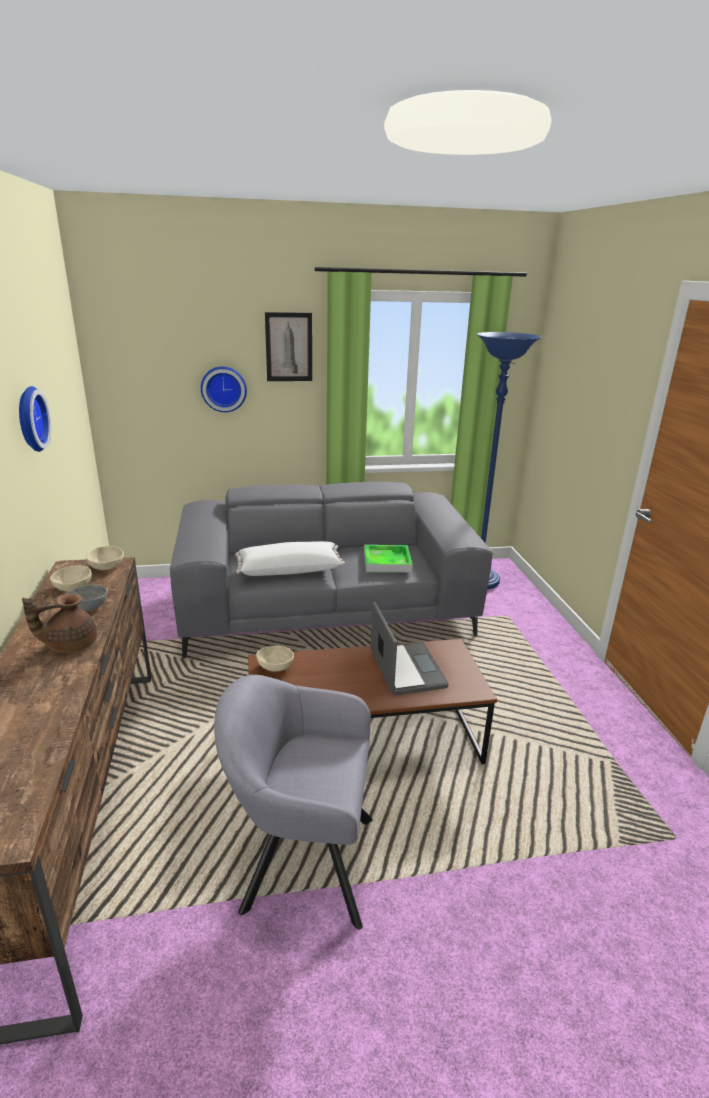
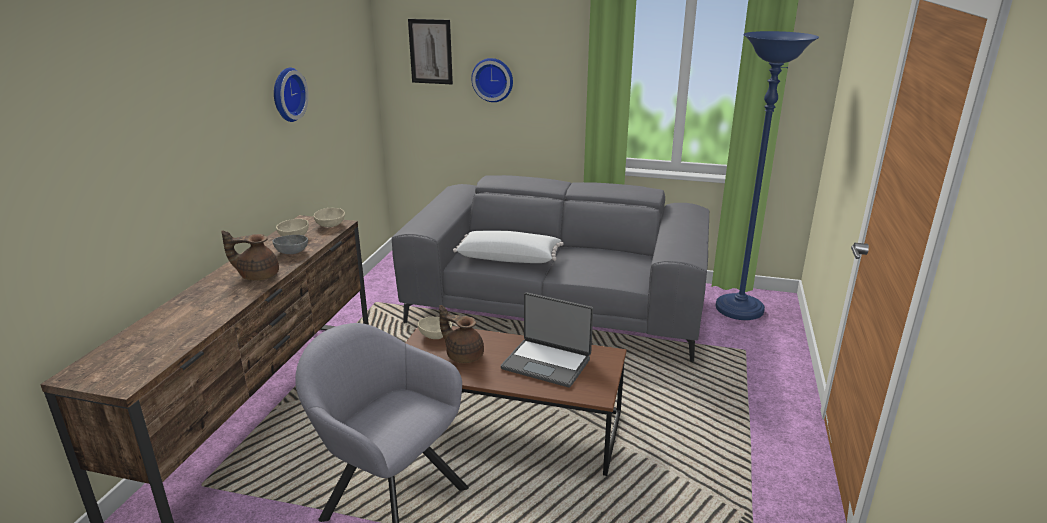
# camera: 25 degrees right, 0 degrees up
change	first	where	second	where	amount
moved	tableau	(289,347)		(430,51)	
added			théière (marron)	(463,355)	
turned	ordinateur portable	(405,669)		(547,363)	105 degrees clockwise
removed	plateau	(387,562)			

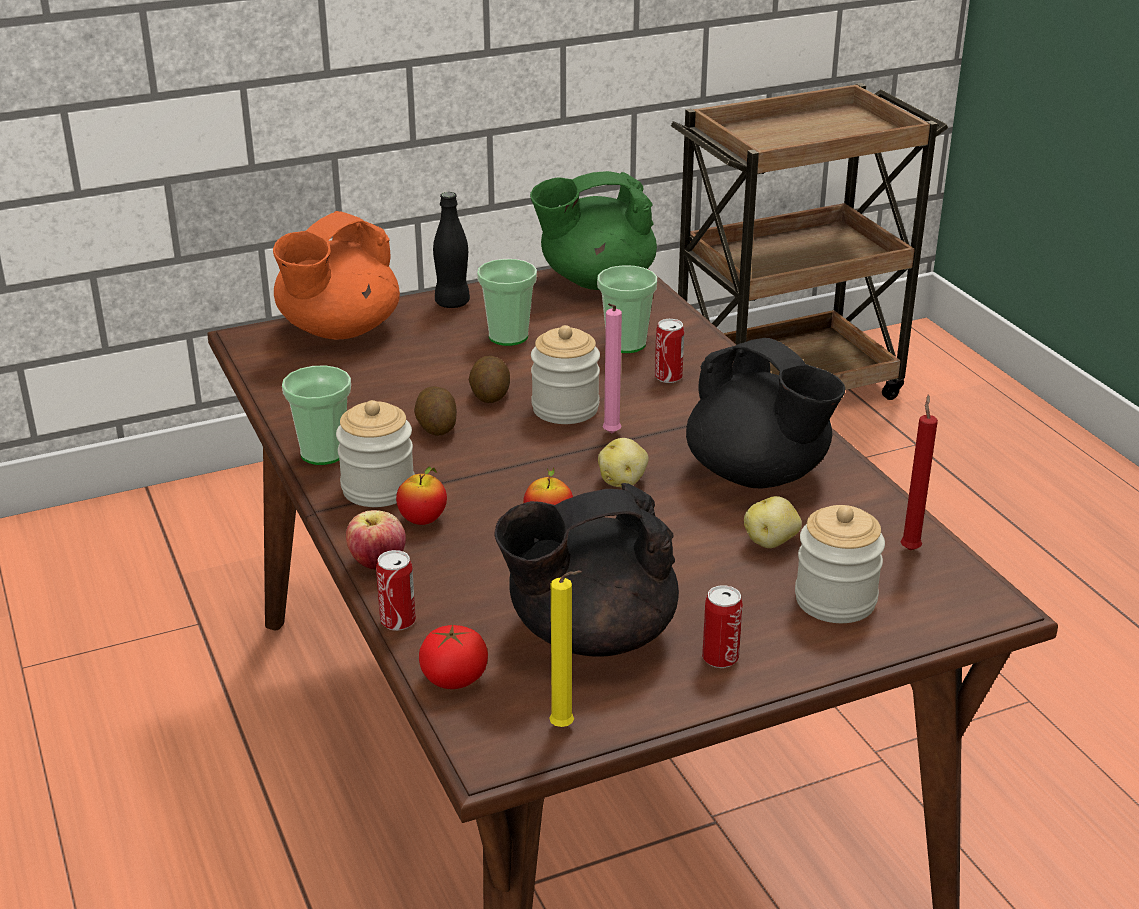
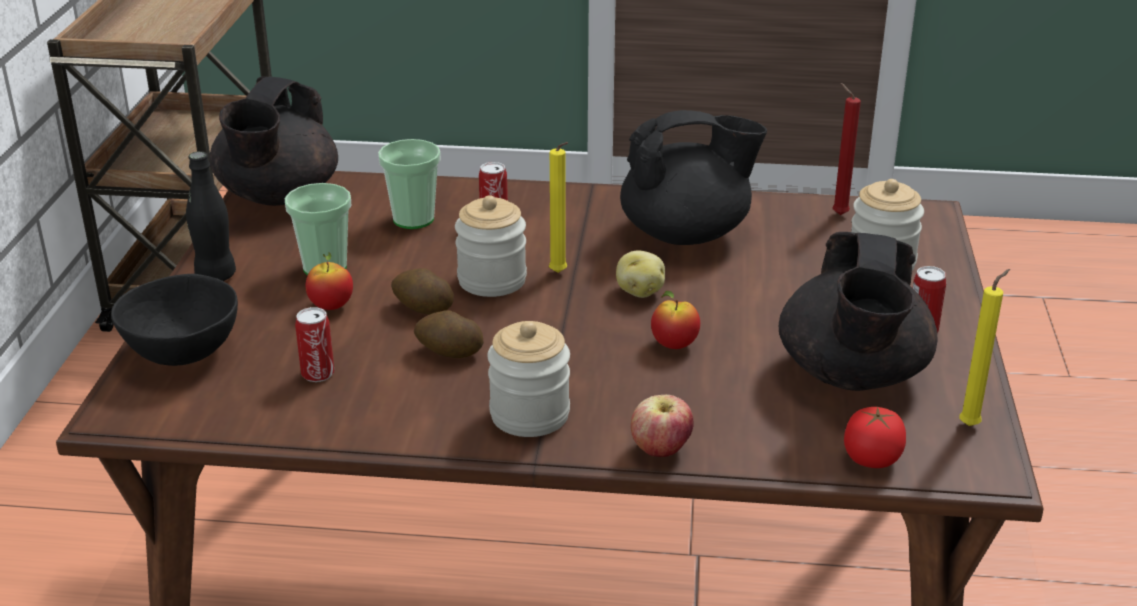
# camera: 60 degrees left, 0 degrees up
change	first	where	second	where	amount
replaced	théière (orange)	(338,330)	bol (noir)	(181,354)	
recoloured	théière (vert)	(595,281)	théière (noir)	(277,196)	
moved	boîte métallique	(398,621)		(318,374)	
moved	pomme	(423,520)		(331,306)	
recoloured	bougie (rose)	(610,435)	bougie (jaune)	(559,274)	
removed	tasse	(323,453)			
removed	pomme de terre	(771,541)			

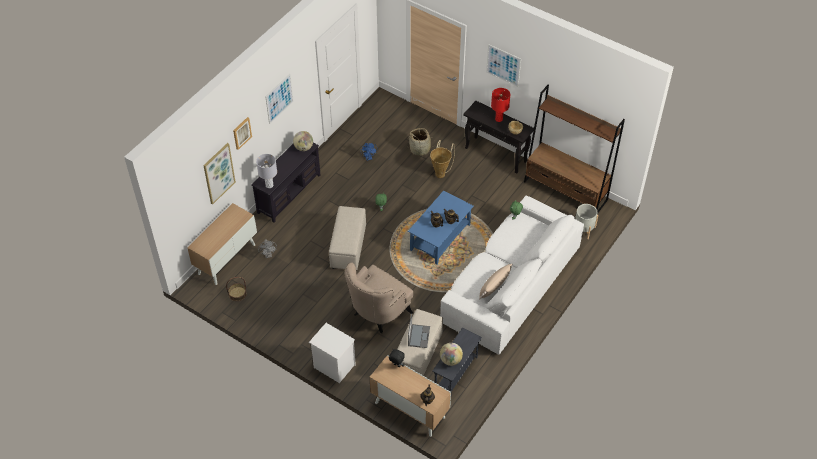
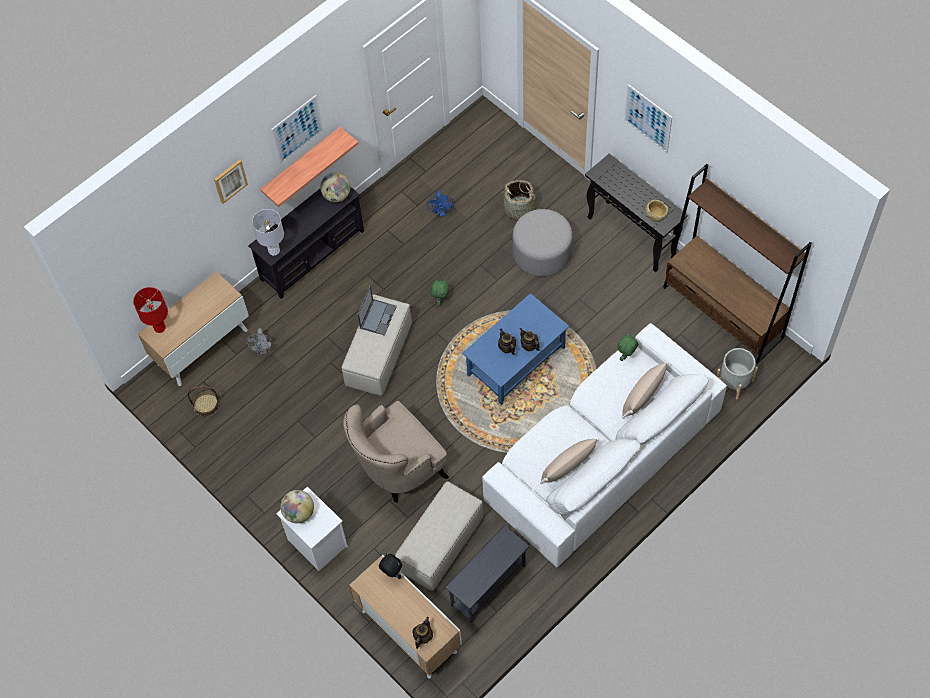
# camera: 15 degrees right, 10 degrees up
change	first	where	second	where	amount
moved	lampe de table (rouge)	(499,119)		(159,327)	
added			étagère	(302,164)	
moved	globe	(450,360)		(299,513)	
moved	ordinateur portable	(418,336)		(378,316)	
replaced	panier	(441,173)	pouf (gris)	(542,254)	
added			coussin (beige)	(643,395)	
removed	tableau	(218,173)			

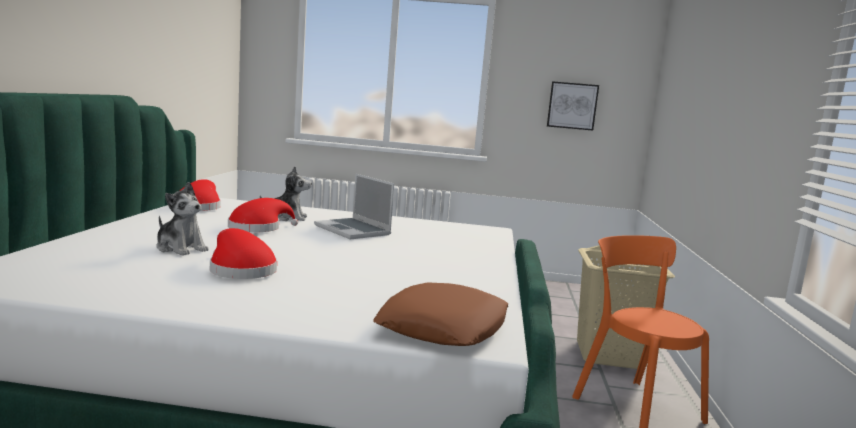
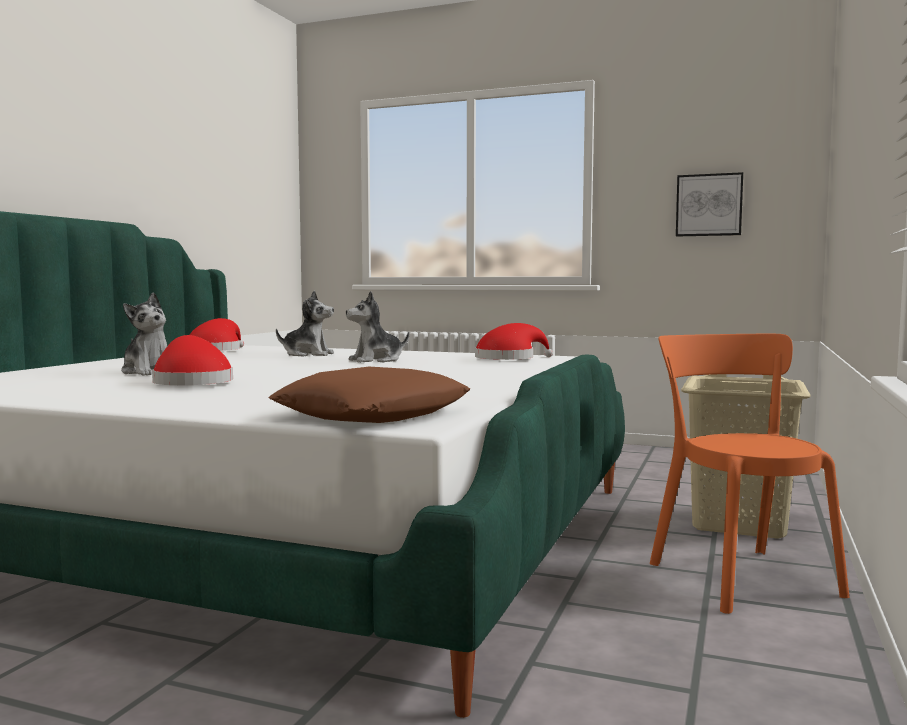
# camera: 15 degrees right, 5 degrees down
change	first	where	second	where	amount
replaced	ordinateur portable	(353,230)	peluche	(376,360)	
moved	chapeau (rouge)	(258,228)		(509,359)	

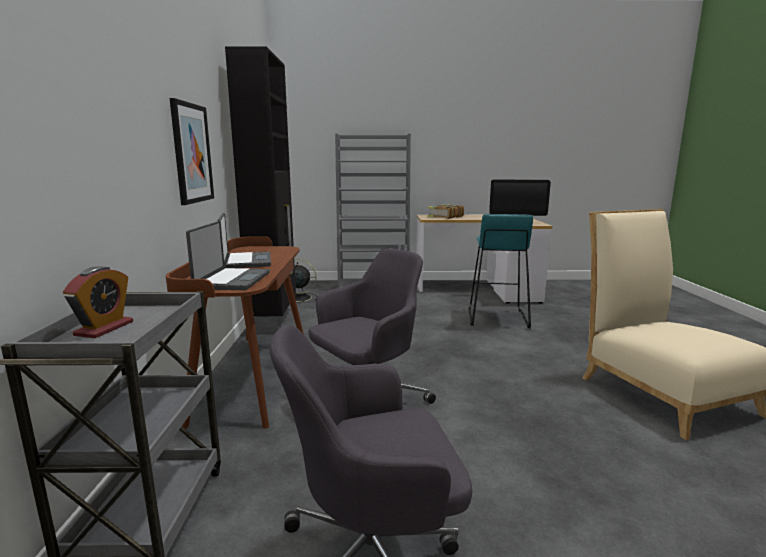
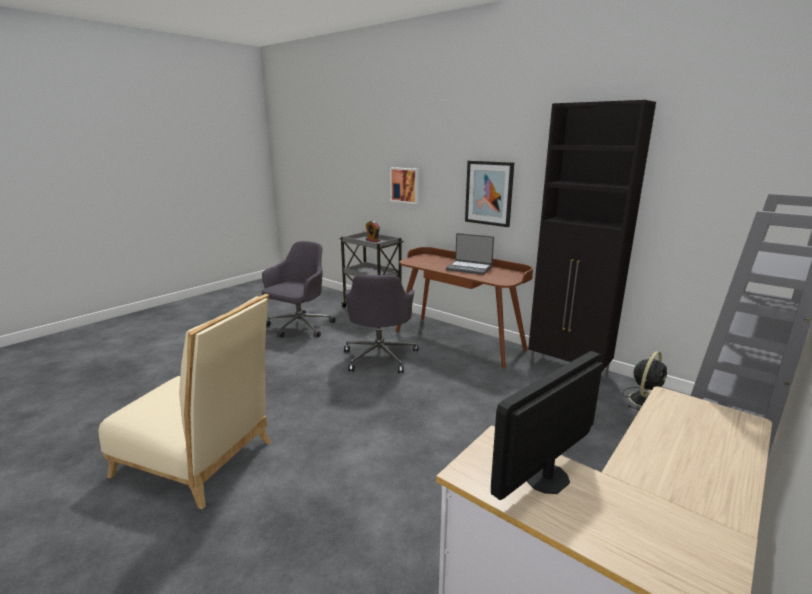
# camera: 130 degrees right, 5 degrees up
change	first	where	second	where	amount
added			tableau	(405,185)	
removed	ordinateur portable	(232,280)			
removed	livre	(445,217)			
removed	tabouret (turquoise)	(496,318)			

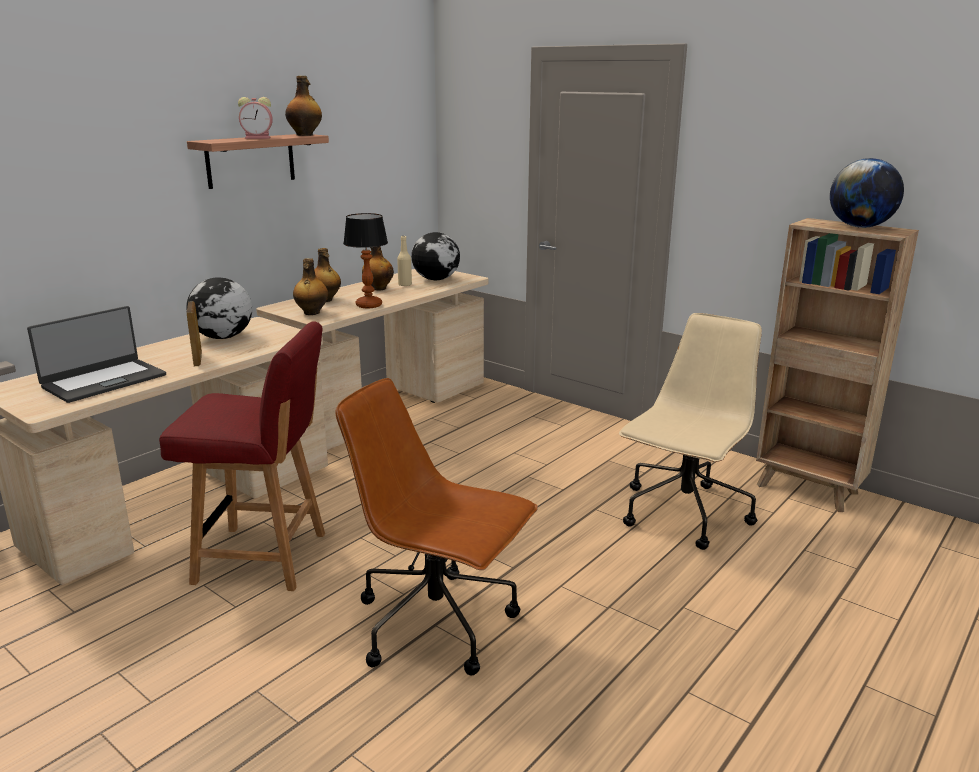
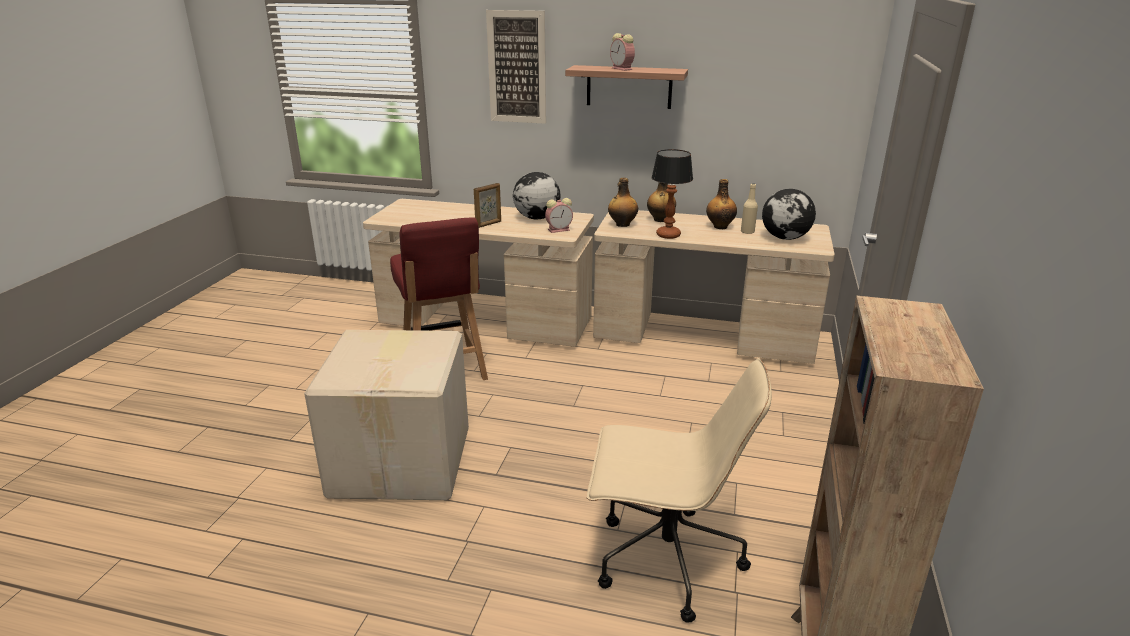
# camera: 65 degrees right, 5 degrees up
change	first	where	second	where	amount
replaced	chaise de bureau (marron)	(438,624)	carton	(403,460)	
added			tableau	(517,67)	
added			réveil	(559,229)	
removed	ordinateur portable	(103,381)			
removed	bouteille	(305,135)			
removed	globe	(860,227)			

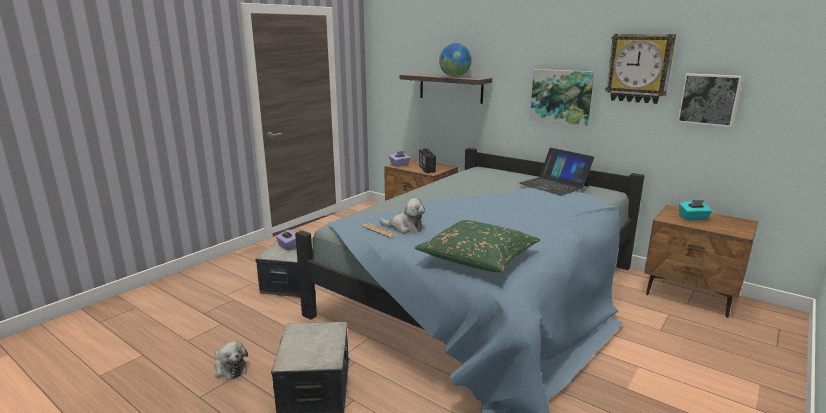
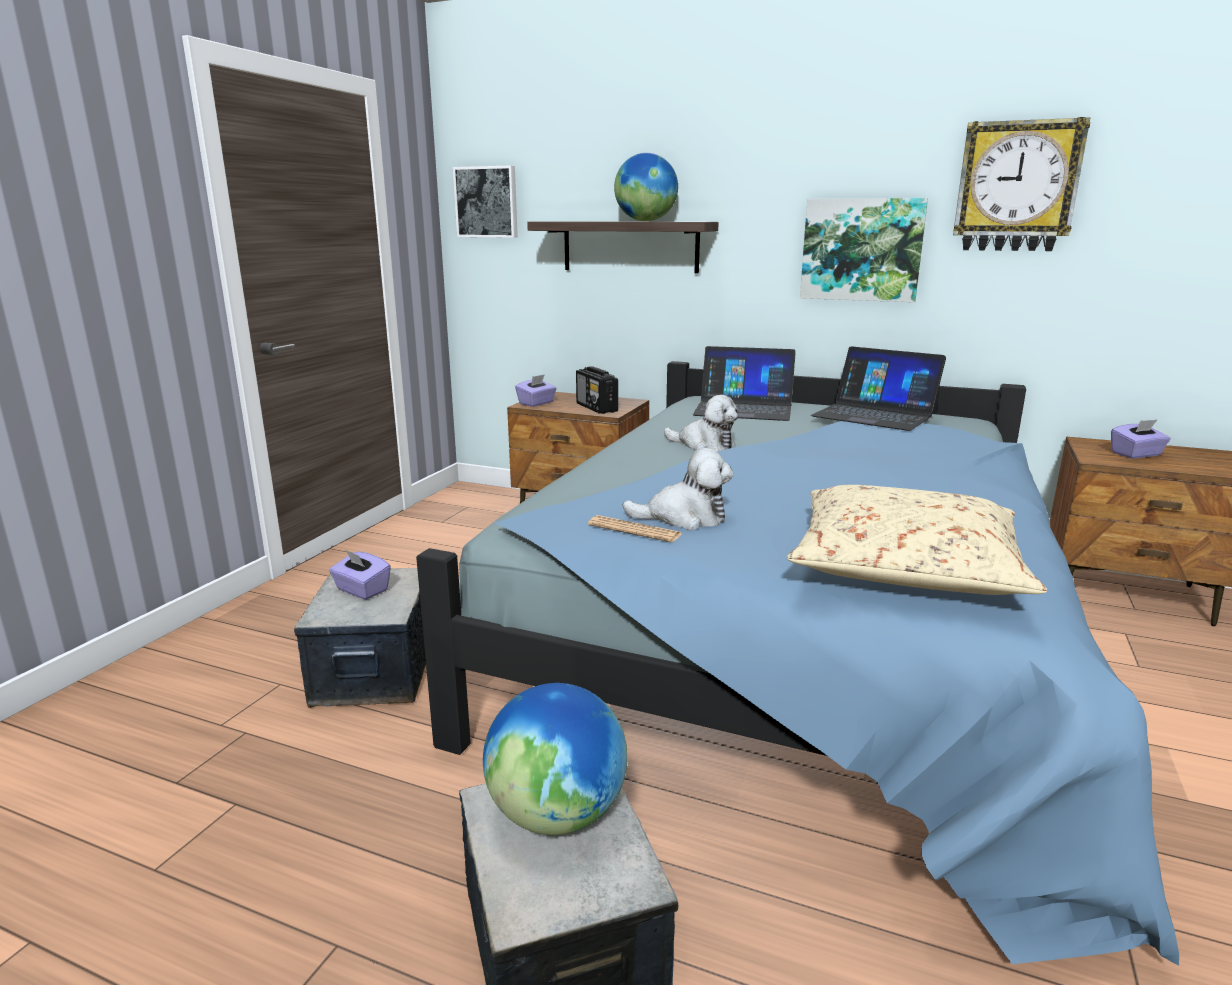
# camera: 15 degrees left, 0 degrees up
change	first	where	second	where	amount
moved	tableau	(708,99)		(487,202)	
added			globe	(558,814)	
moved	peluche	(229,368)		(704,445)	
added			ordinateur portable	(744,408)	
recoloured	coussin (vert)	(478,257)	coussin (beige)	(905,565)	
recoloured	boîte à mouchoirs (turquoise)	(693,218)	boîte à mouchoirs (violet)	(1136,454)	

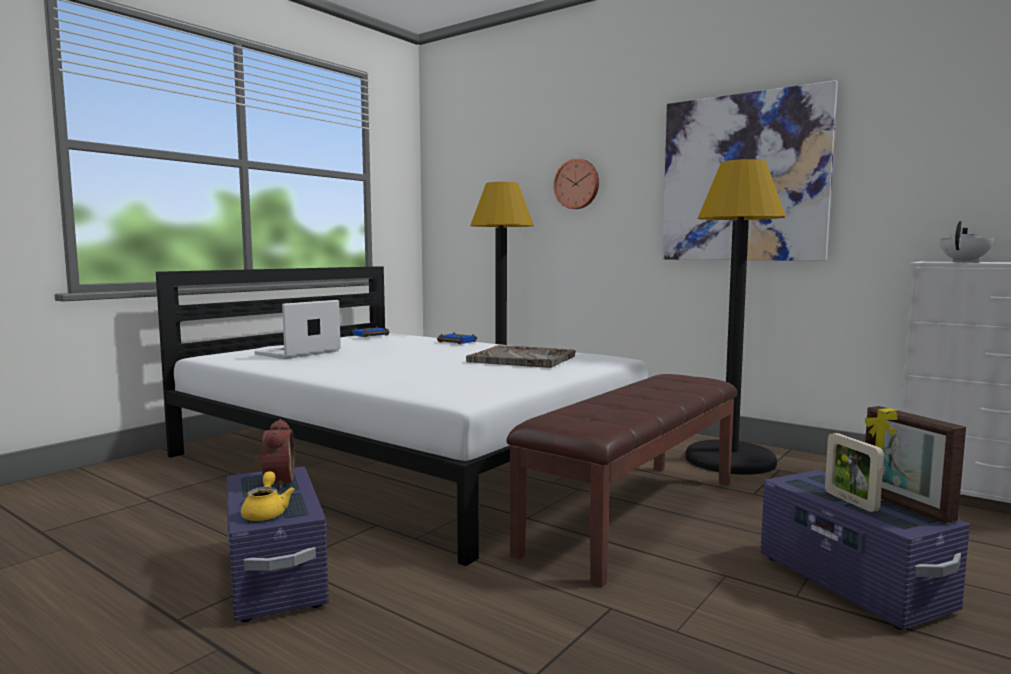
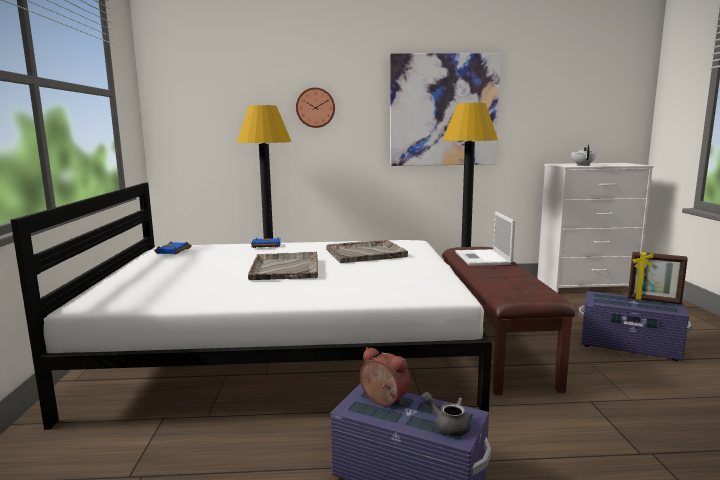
# camera: 40 degrees left, 5 degrees up
change	first	where	second	where	amount
added			plateau (gris)	(285,267)	
recoloured	théière (jaune)	(266,512)	théière (gris)	(447,425)	
moved	ordinateur portable	(297,353)		(483,258)	
removed	cadre photo	(850,501)			

